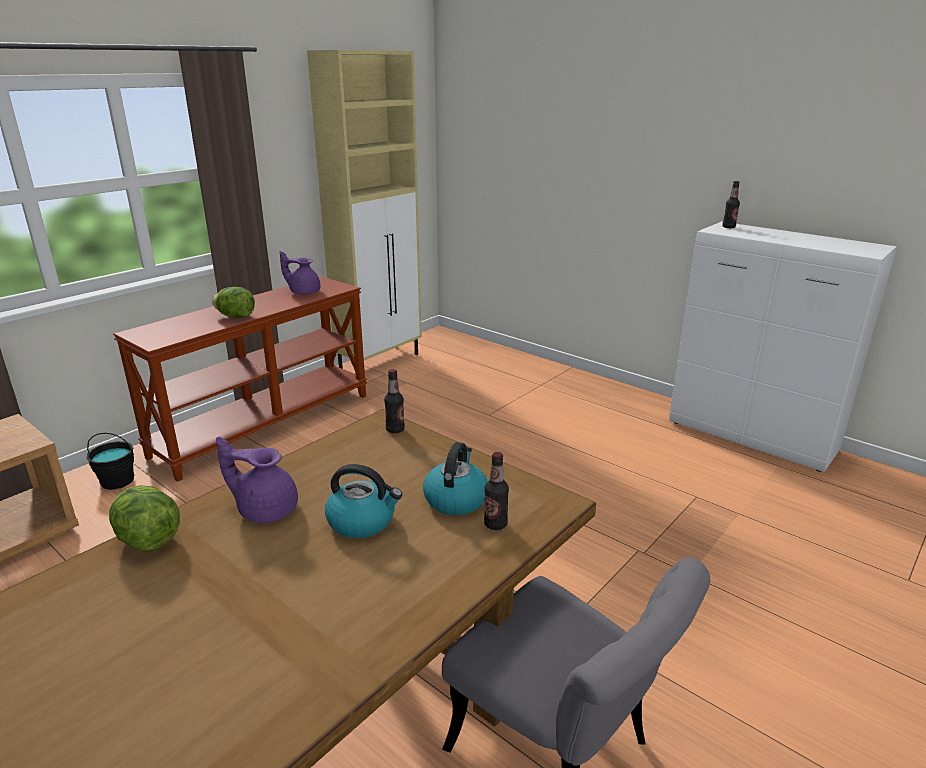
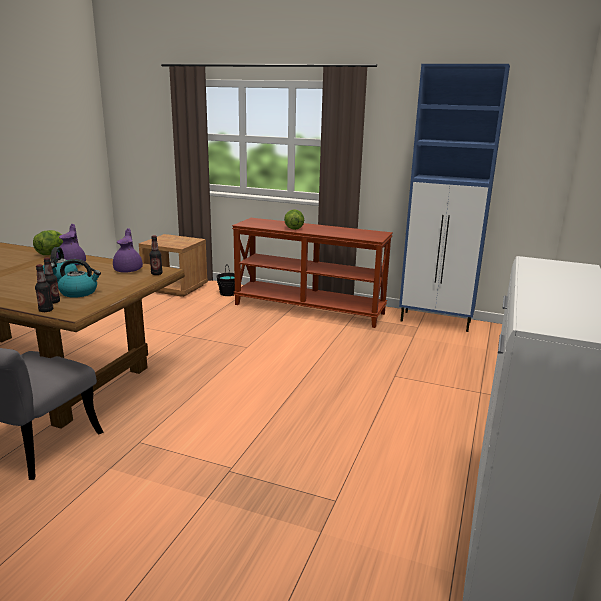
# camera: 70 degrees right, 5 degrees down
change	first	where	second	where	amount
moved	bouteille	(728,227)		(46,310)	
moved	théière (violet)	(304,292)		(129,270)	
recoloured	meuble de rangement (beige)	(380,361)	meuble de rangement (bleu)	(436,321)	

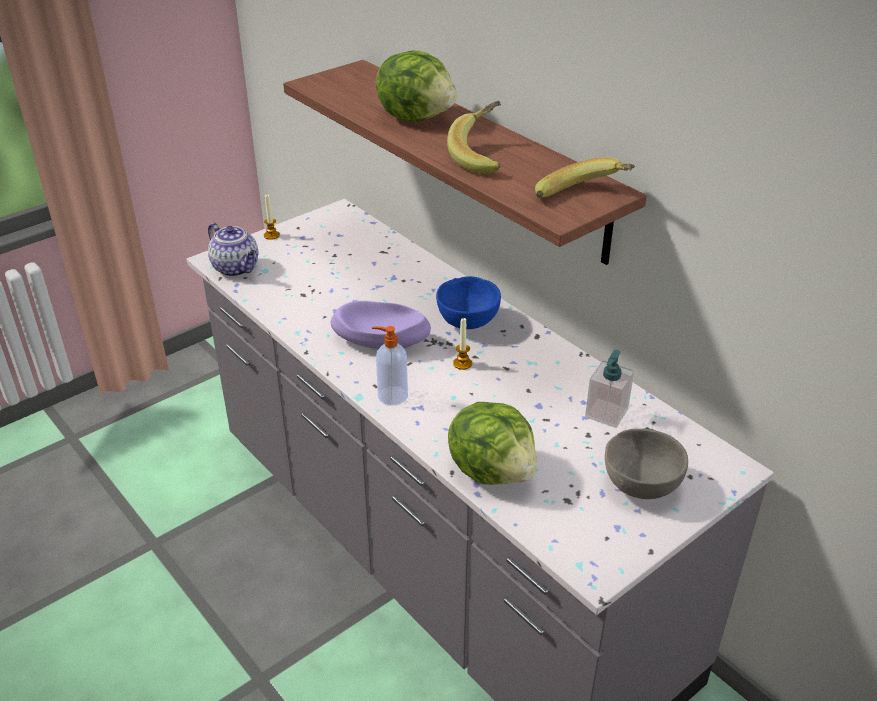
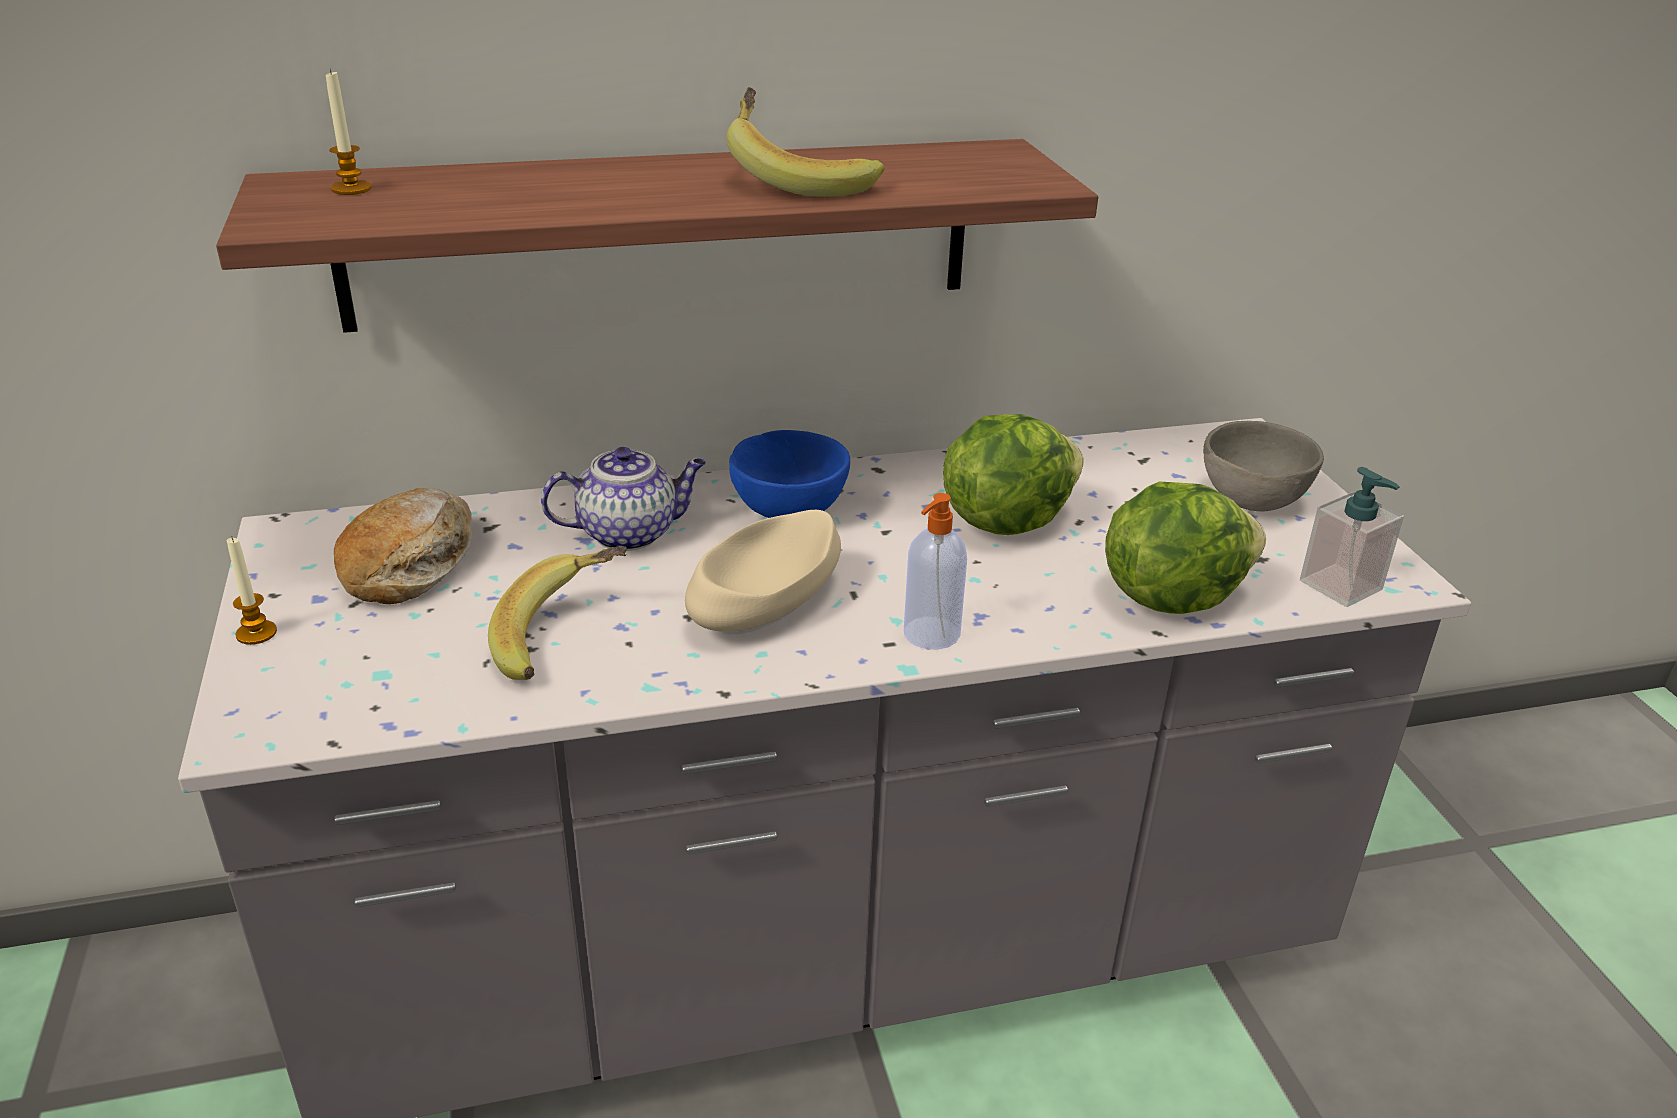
# camera: 65 degrees left, 5 degrees down
change	first	where	second	where	amount
moved	bougie	(462,363)		(351,189)	
added			pain	(411,564)	
moved	banane	(584,199)		(564,640)	
moved	théière	(237,268)		(630,533)	
recoloured	bol (violet)	(381,341)	bol (beige)	(766,602)	
moved	laitue	(417,117)		(1005,520)	
moved	distributeur de savon	(606,413)		(1341,585)	

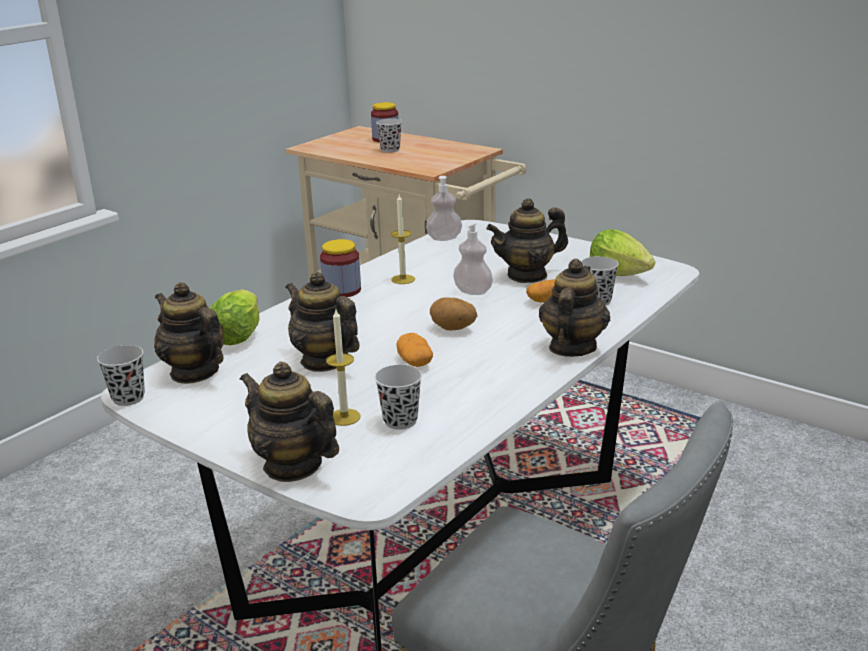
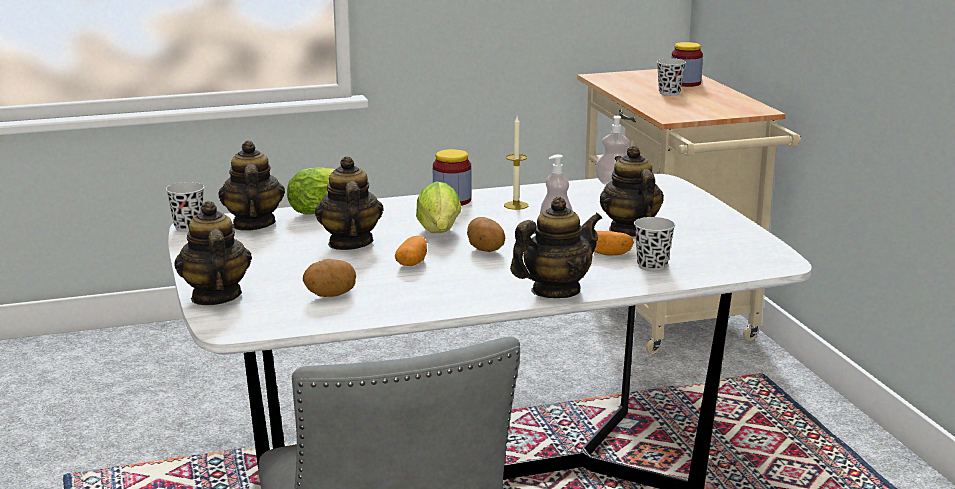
# camera: 35 degrees right, 5 degrees down
change	first	where	second	where	amount
replaced	tasse (noir)	(400,421)	pomme de terre	(330,295)	
moved	laitue	(622,275)		(439,233)	
turned	théière	(527,275)		(630,230)	60 degrees clockwise
removed	bougie	(344,417)			

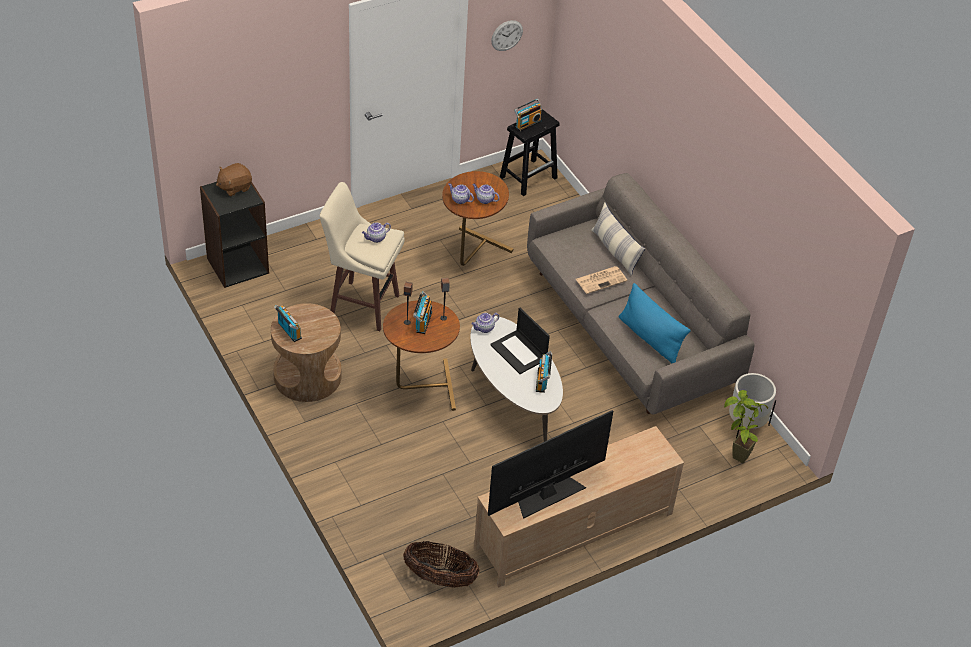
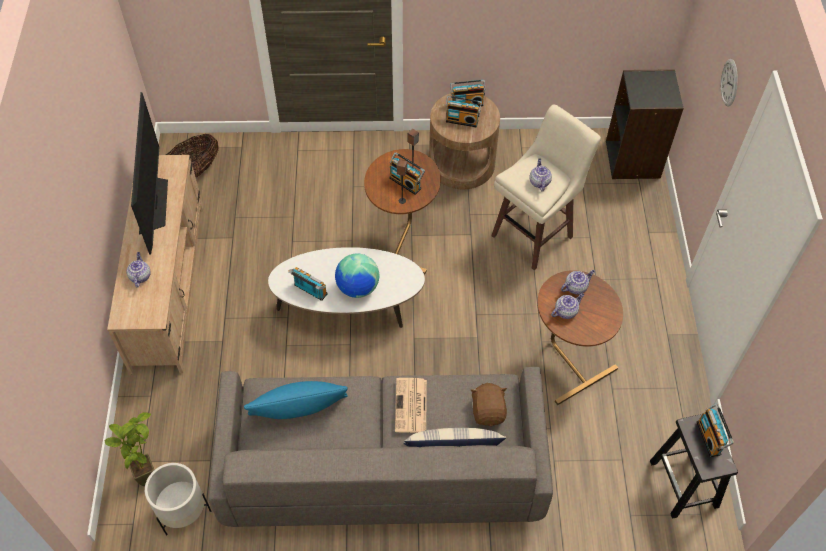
# camera: 120 degrees right, 10 degrees up
change	first	where	second	where	amount
moved	théière	(484,328)		(140,276)	
replaced	ordinateur portable	(519,352)	globe	(358,288)	
added			radio	(462,120)	
moved	peluche (marron)	(234,187)		(488,411)	
moved	horloge murale	(507,35)		(729,82)	

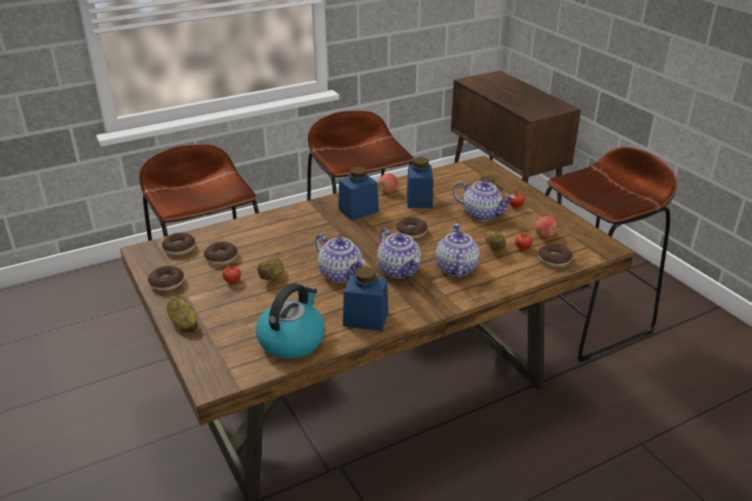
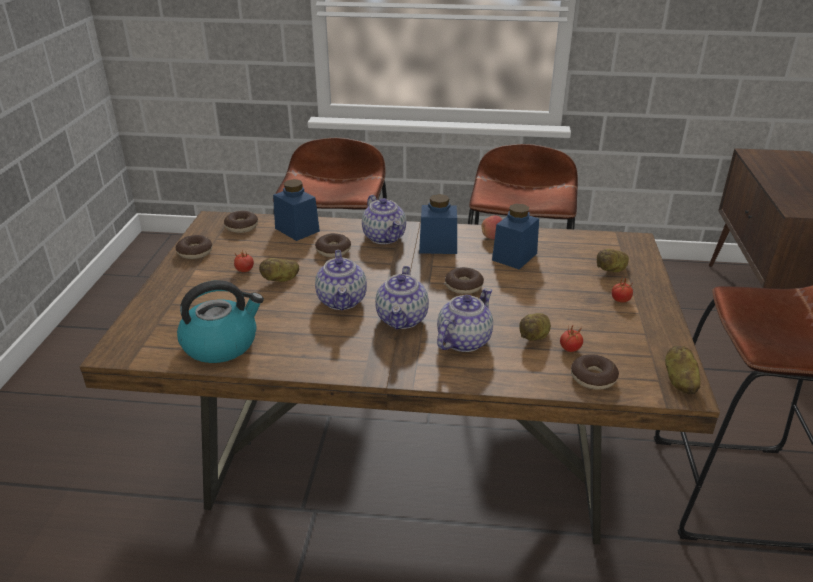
# camera: 35 degrees right, 0 degrees up
change	first	where	second	where	amount
moved	bocal (bleu)	(365,318)		(297,230)	
moved	beignet	(221,258)		(333,250)	
moved	théière	(482,214)		(385,237)	
moved	pomme de terre	(183,324)		(679,381)	
removed	pomme	(545,235)			

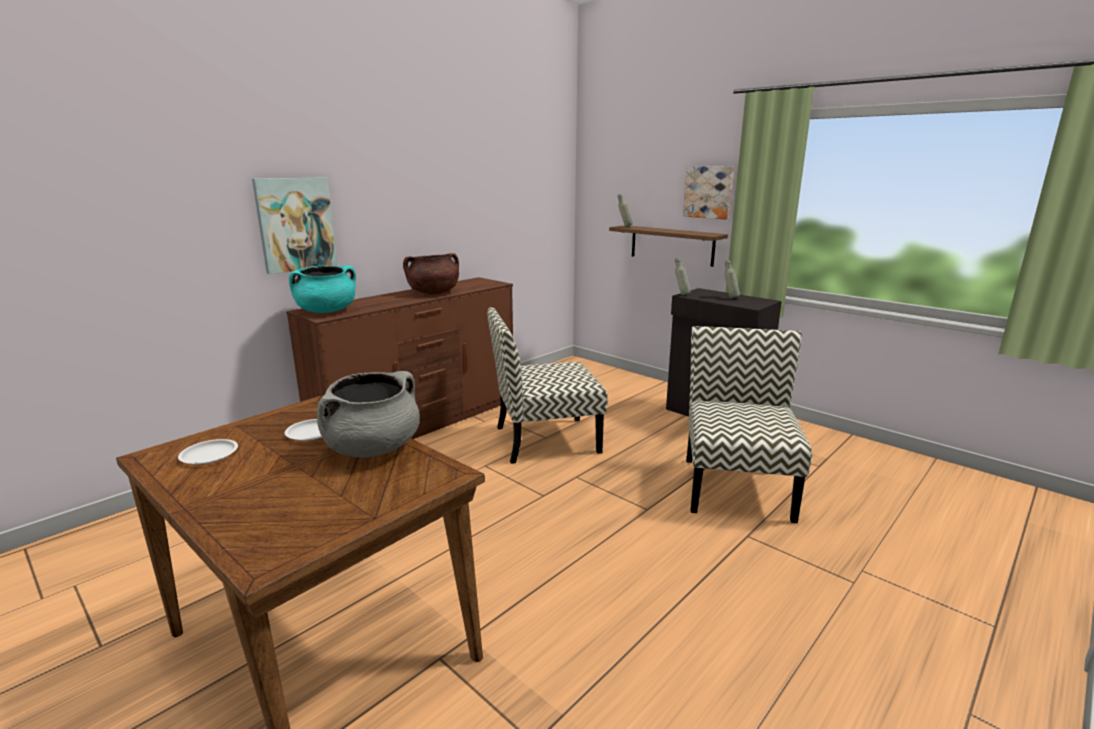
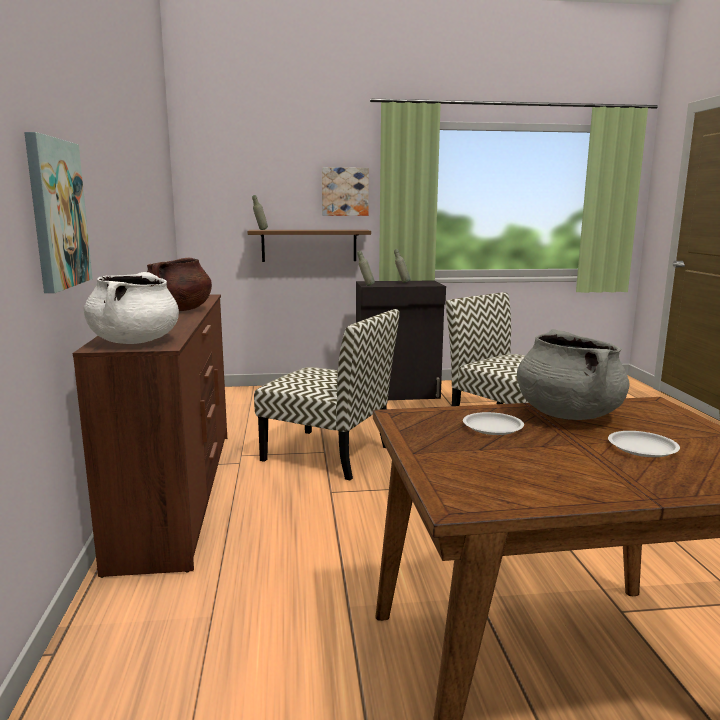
# camera: 50 degrees left, 5 degrees down
change	first	where	second	where	amount
recoloured	marmite (turquoise)	(326,311)	marmite (blanc)	(135,341)	
turned	chaise	(545,440)		(329,454)	90 degrees counterclockwise
moved	assiette (blanc)	(209,455)		(643,448)	

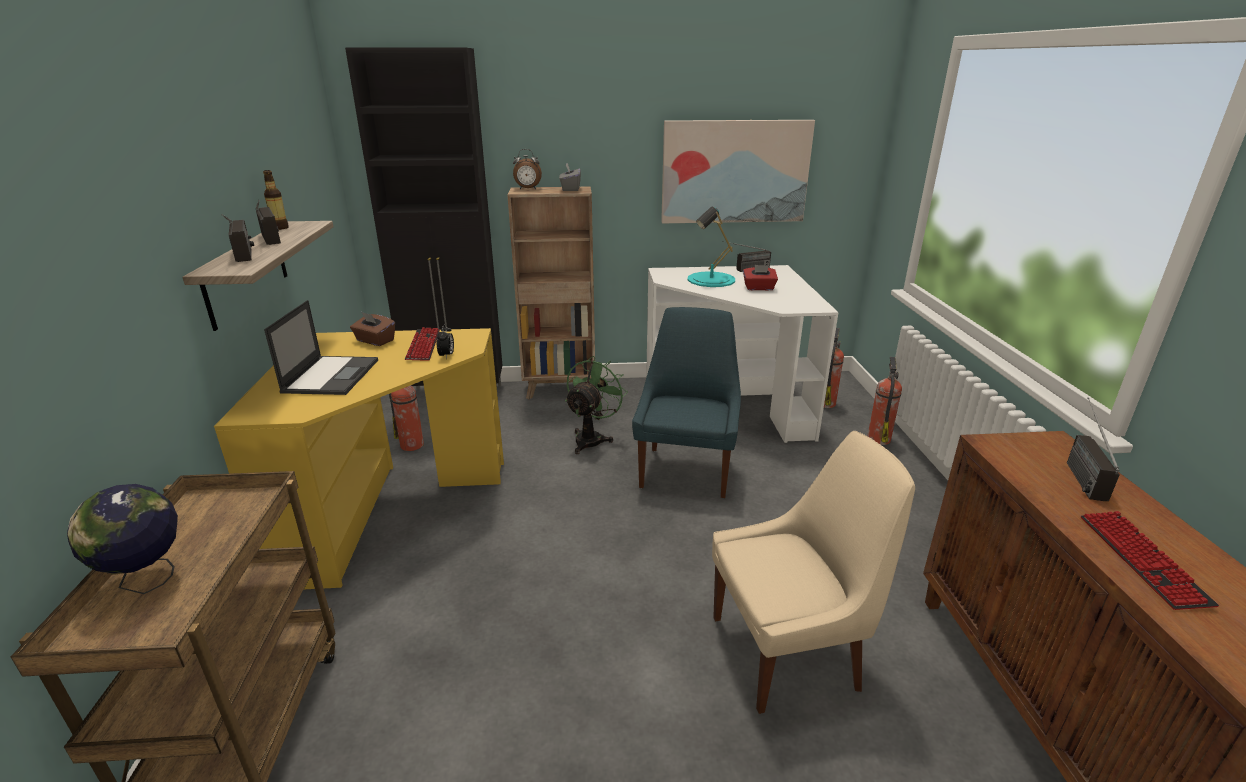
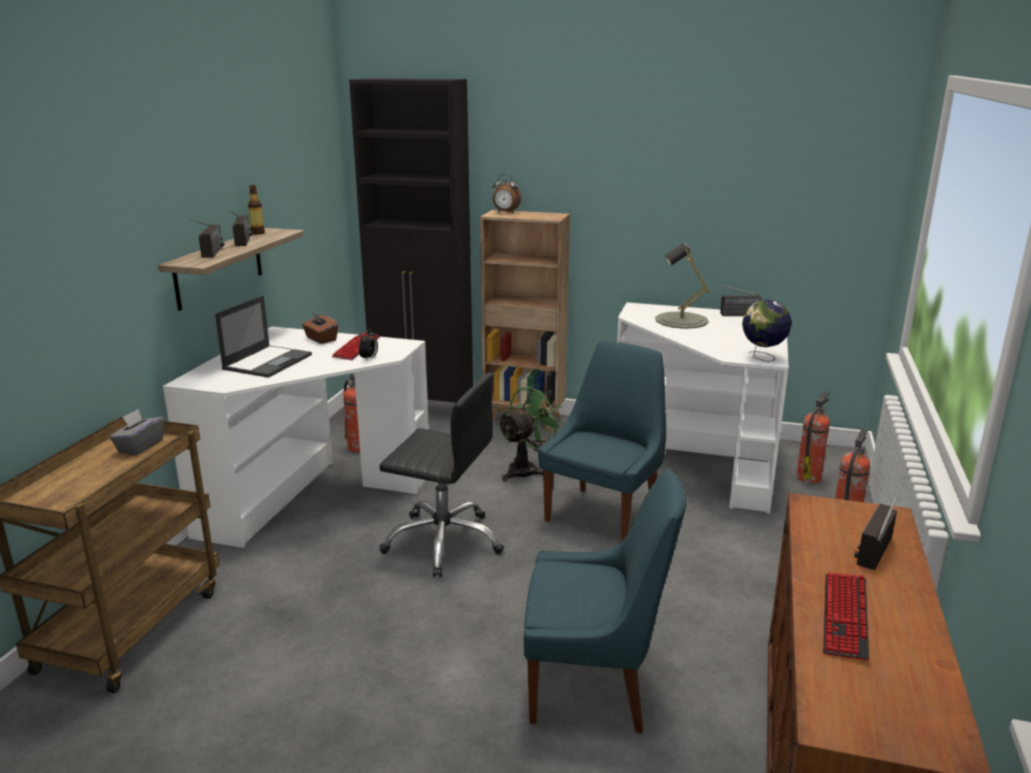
# camera: 20 degrees right, 5 degrees down
change	first	where	second	where	amount
moved	boîte à mouchoirs (gris)	(570,189)		(140,446)	
recoloured	bureau (jaune)	(389,510)	bureau (blanc)	(311,497)	
added			chaise de bureau (noir)	(444,541)	
recoloured	chaise (beige)	(789,651)	chaise (bleu)	(594,686)	
recoloured	lampe de table (turquoise)	(711,279)	lampe de table (gris)	(681,320)	
moved	globe	(147,580)		(762,358)	
removed	tableau	(735,172)			
removed	boîte à mouchoirs (rouge)	(759,288)			

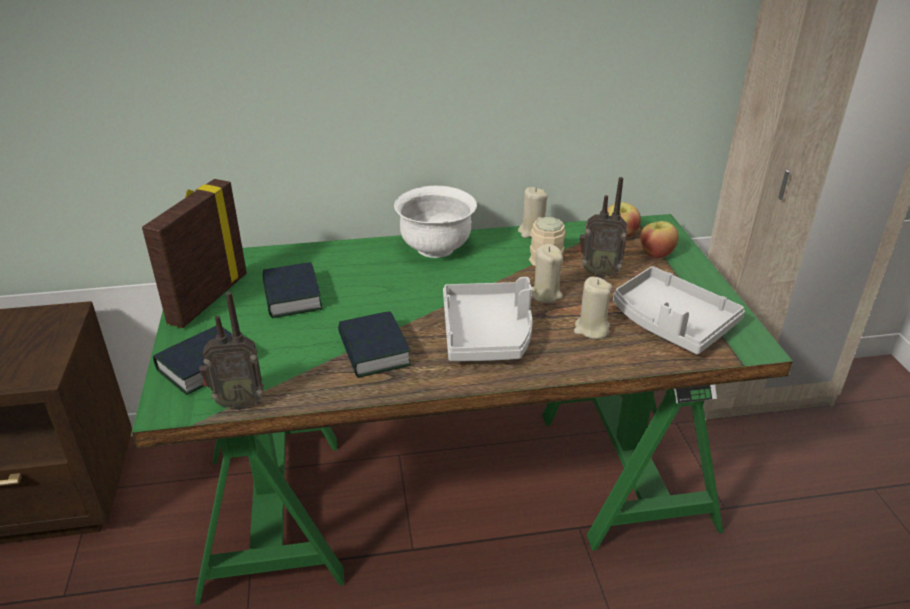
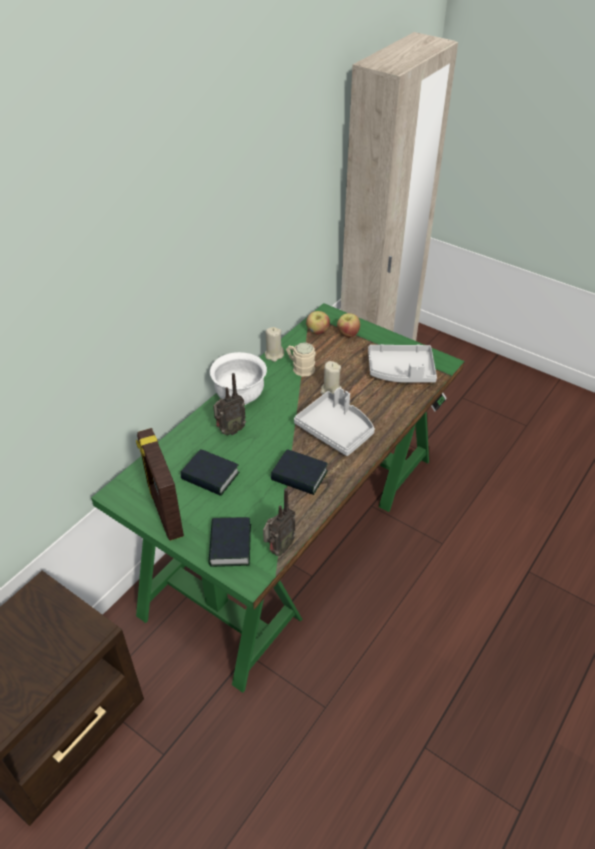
# camera: 45 degrees left, 10 degrees up
change	first	where	second	where	amount
moved	radio	(598,272)		(230,431)	
removed	bougie (beige)	(591,329)			

